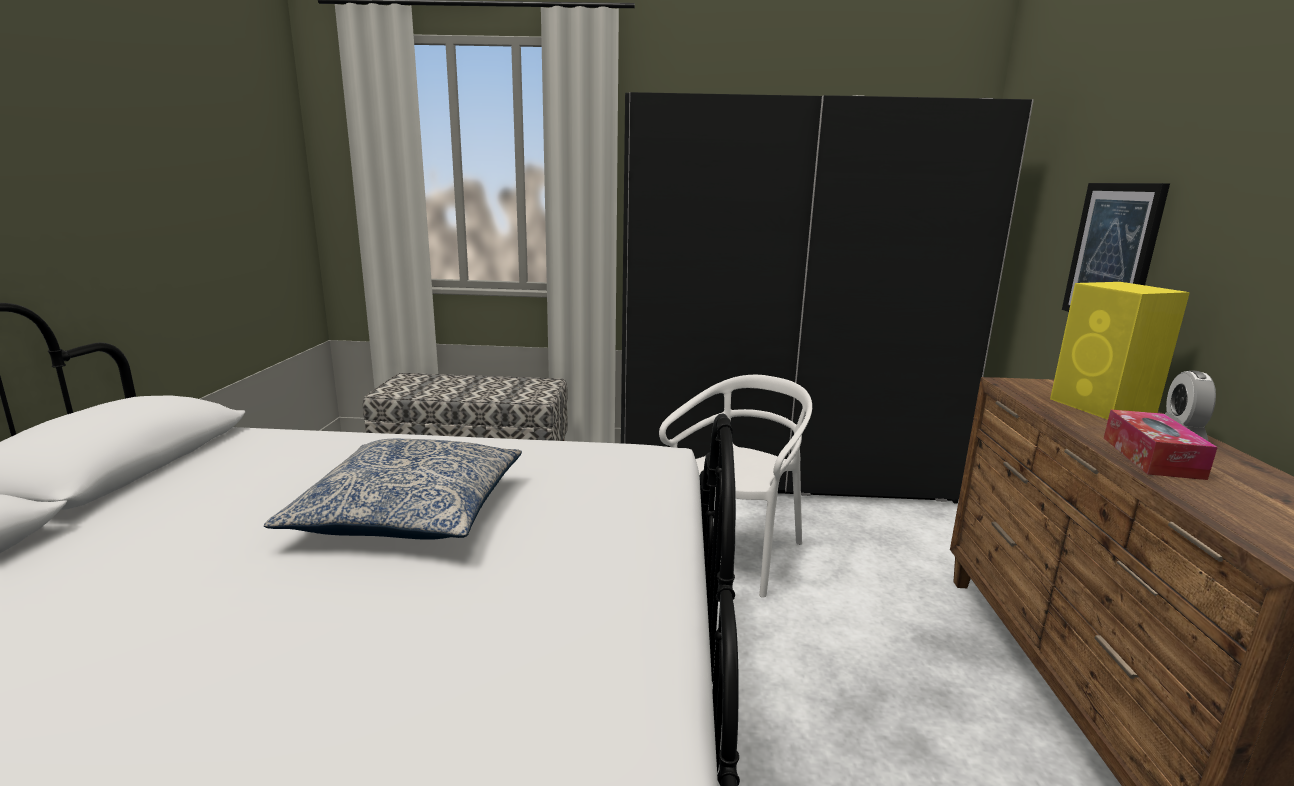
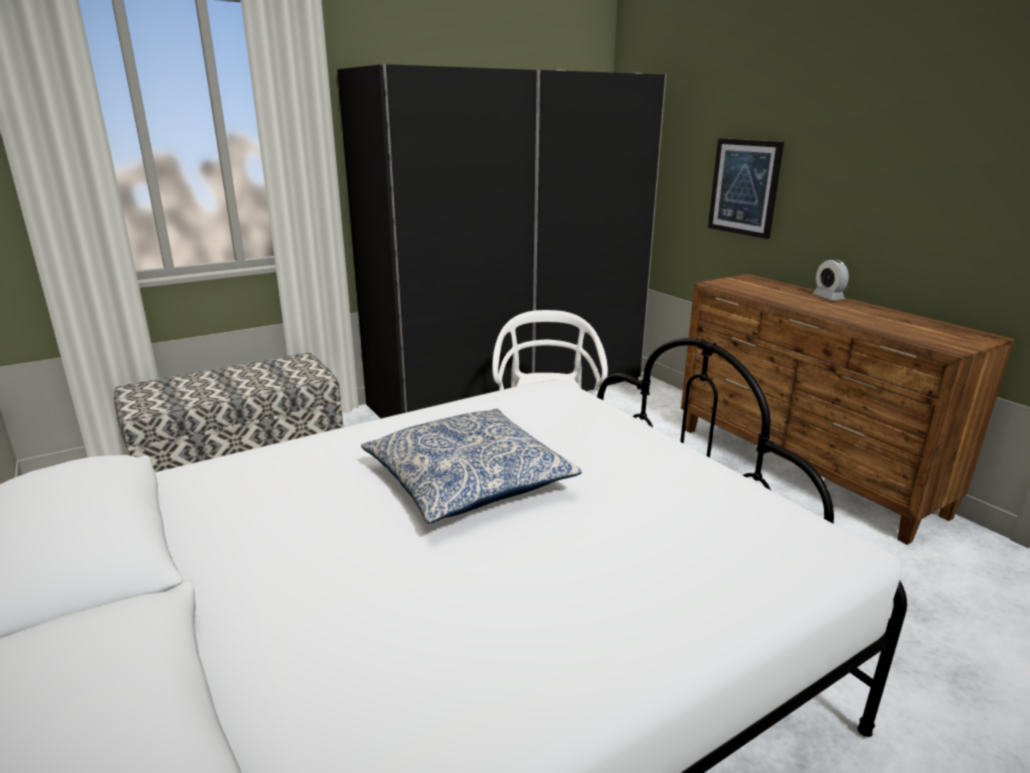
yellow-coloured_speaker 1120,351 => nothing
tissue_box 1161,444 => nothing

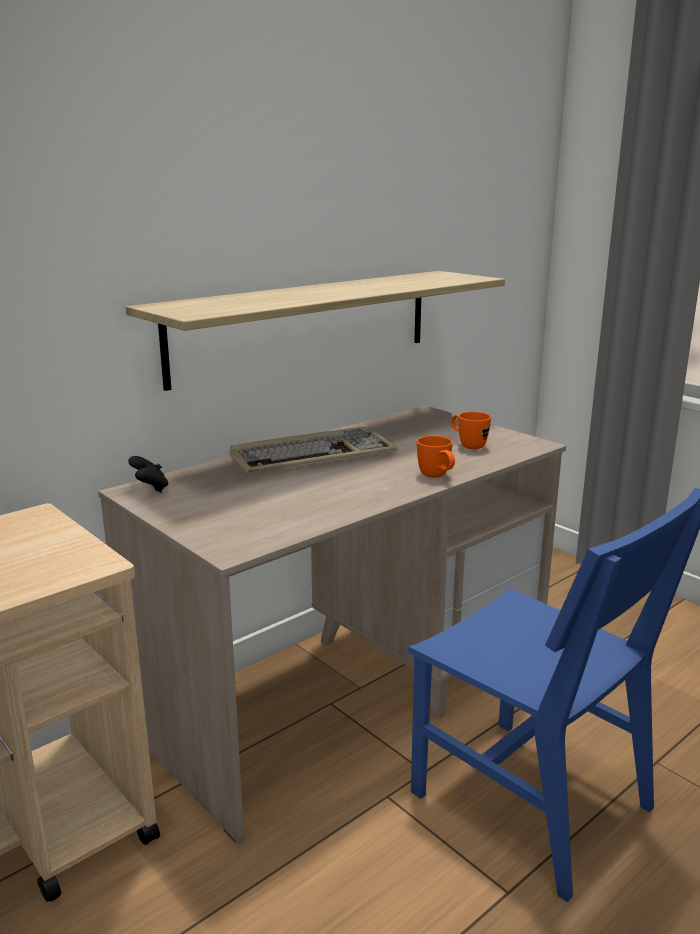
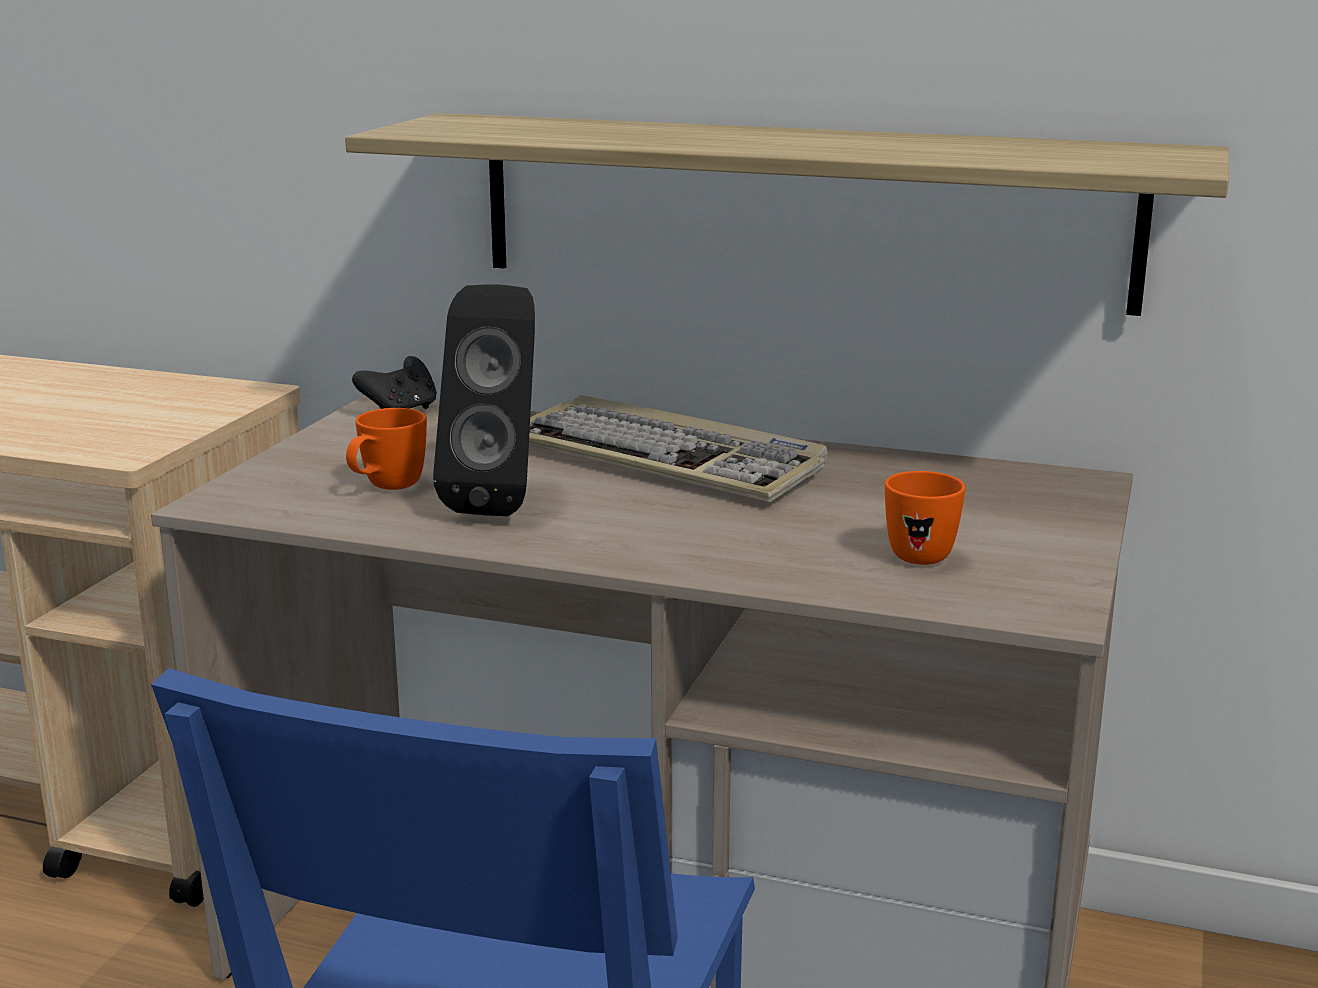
nothing => black-coloured_speaker 484,400
orange_mug 436,457 => orange_mug 386,449, moved

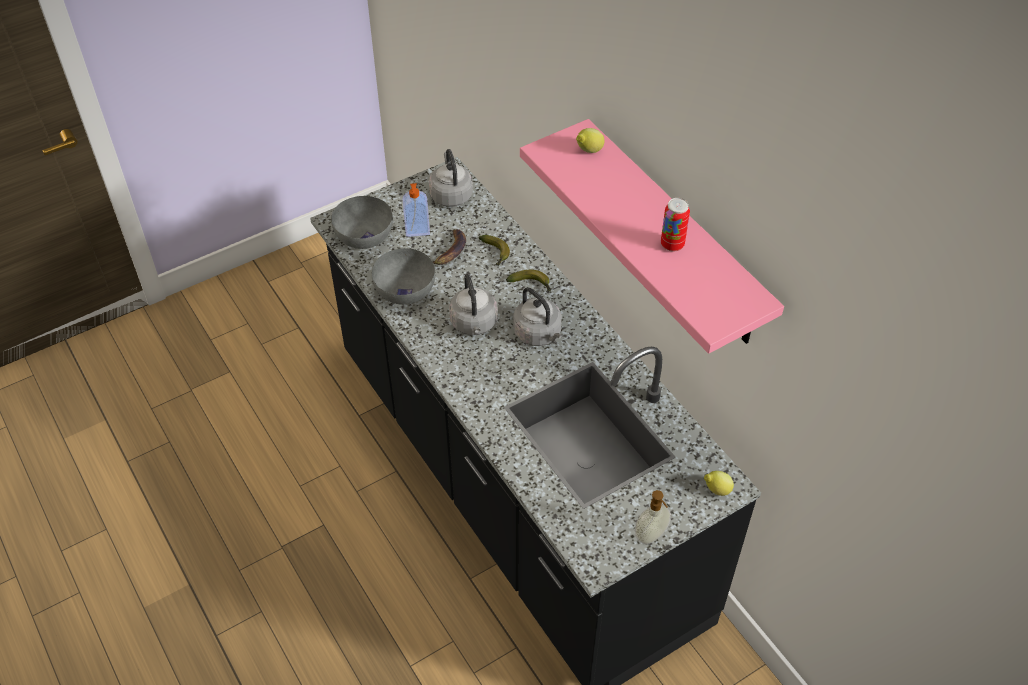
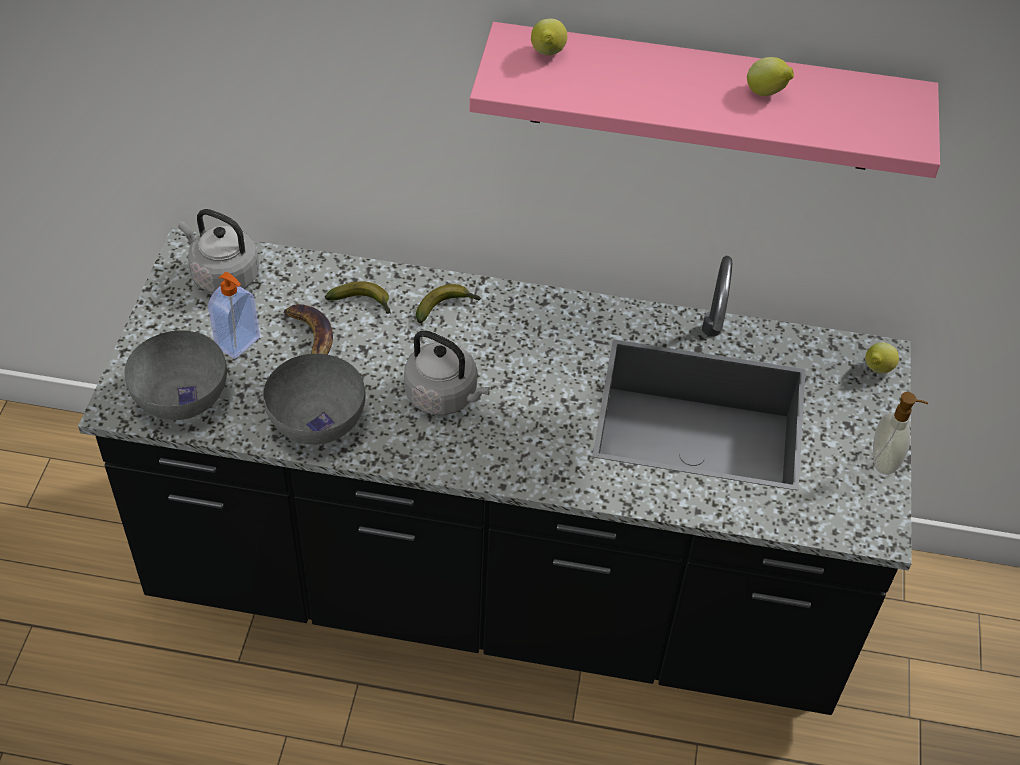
grey_water_kettle 538,316 => nothing
can 675,225 => whole_lemon 770,76

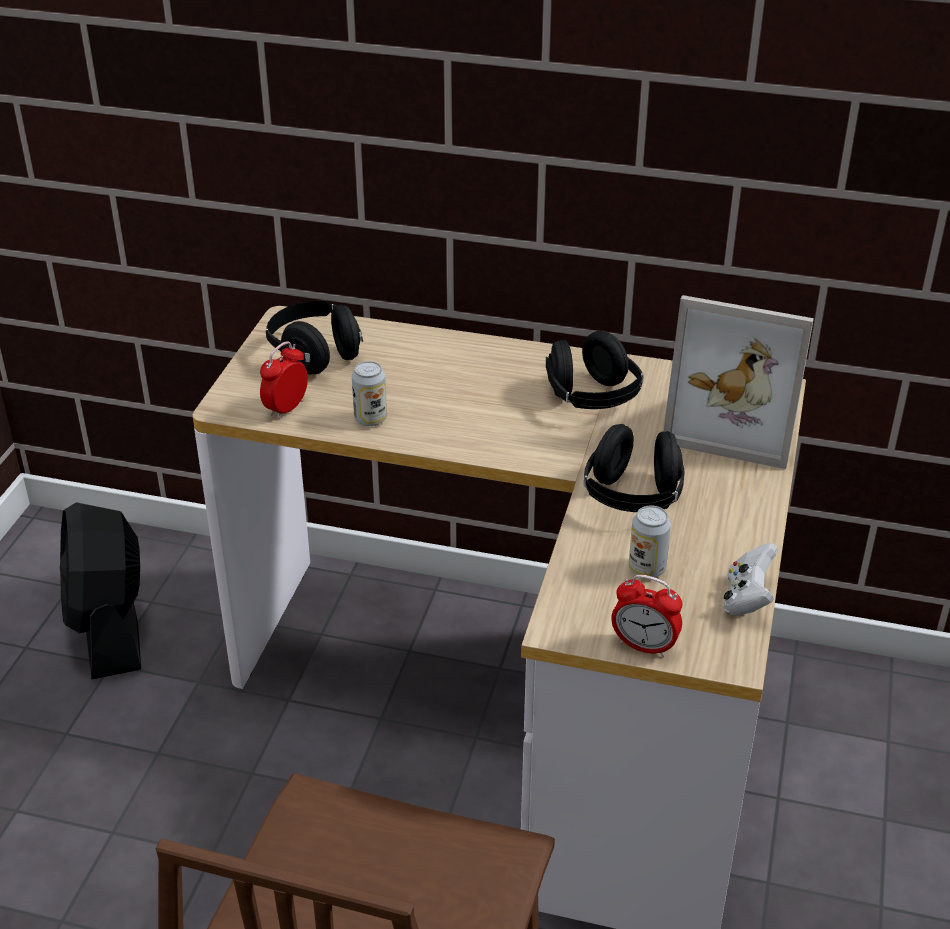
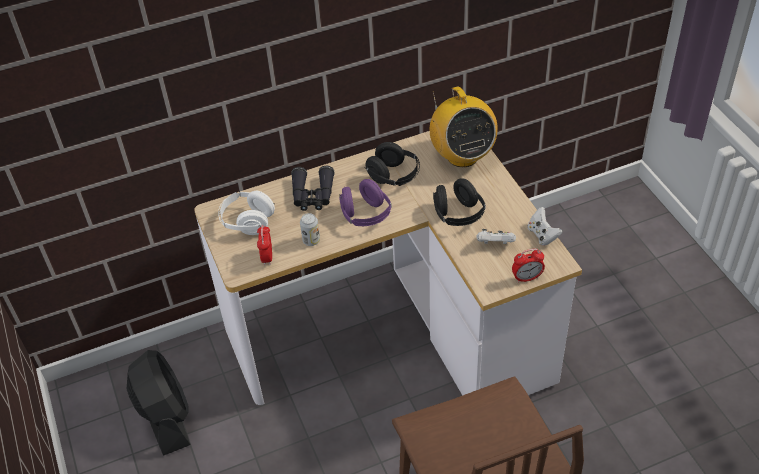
nothing => black-coloured_binoculars 313,188
nothing => purple_headset 365,202
can 650,541 => white_game_controller 496,236
standing_frame 738,382 => radio 464,127
black-coloured_headset 314,337 => white_headset 246,213
black-coloured_electric_fan 100,591 => black-coloured_electric_fan 159,403, 150 degrees counterclockwise

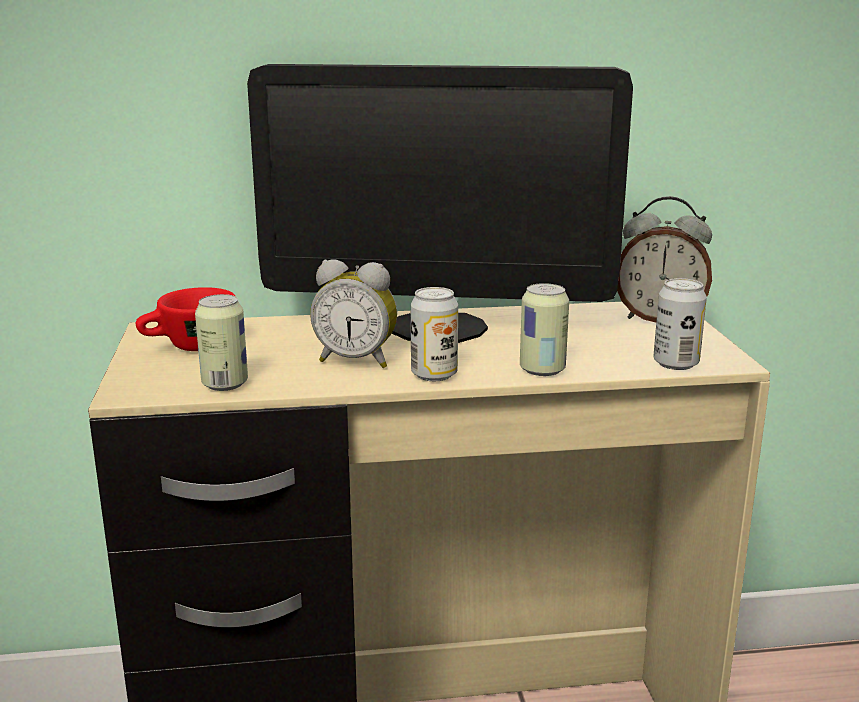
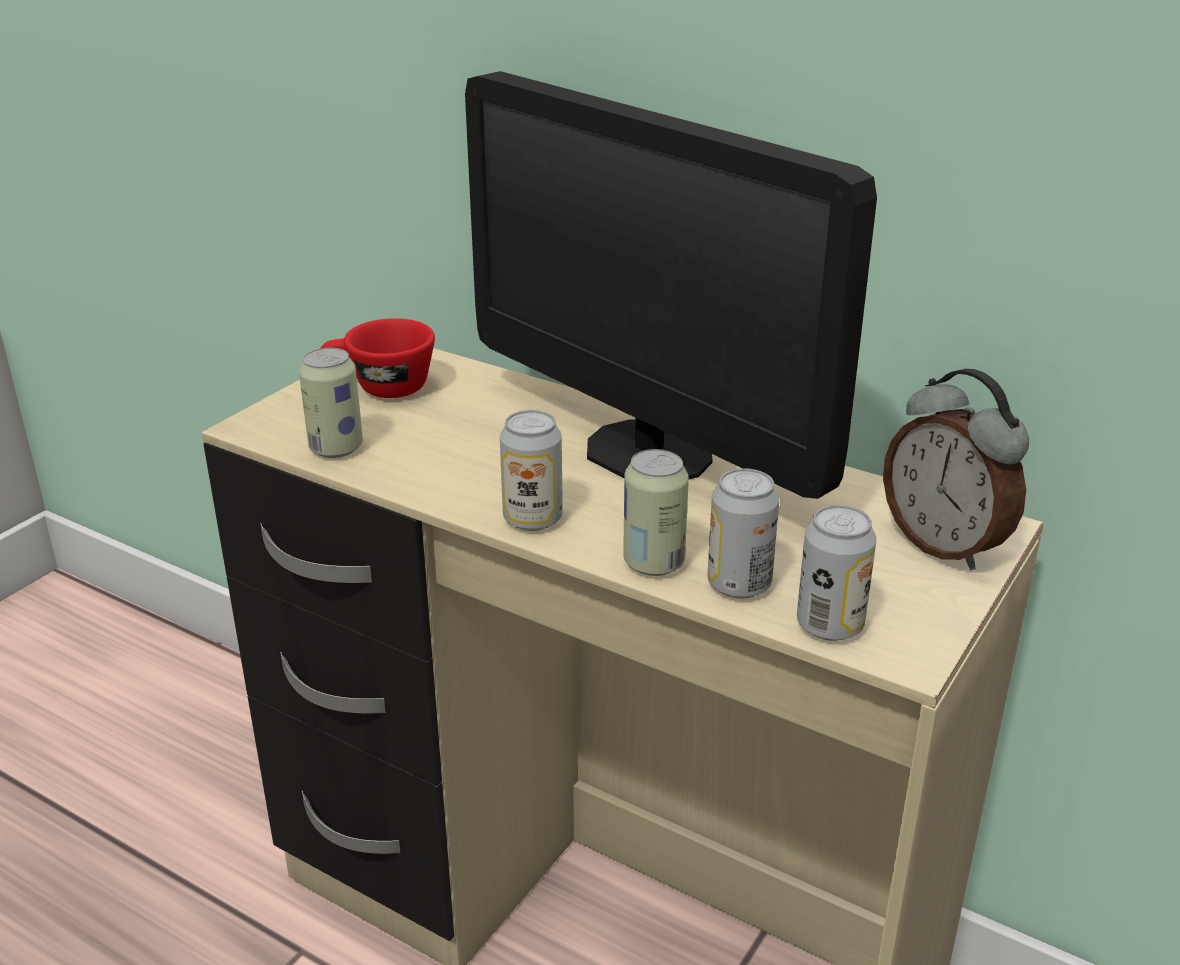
bedside_clock 353,314 => nothing
nothing => can 743,533

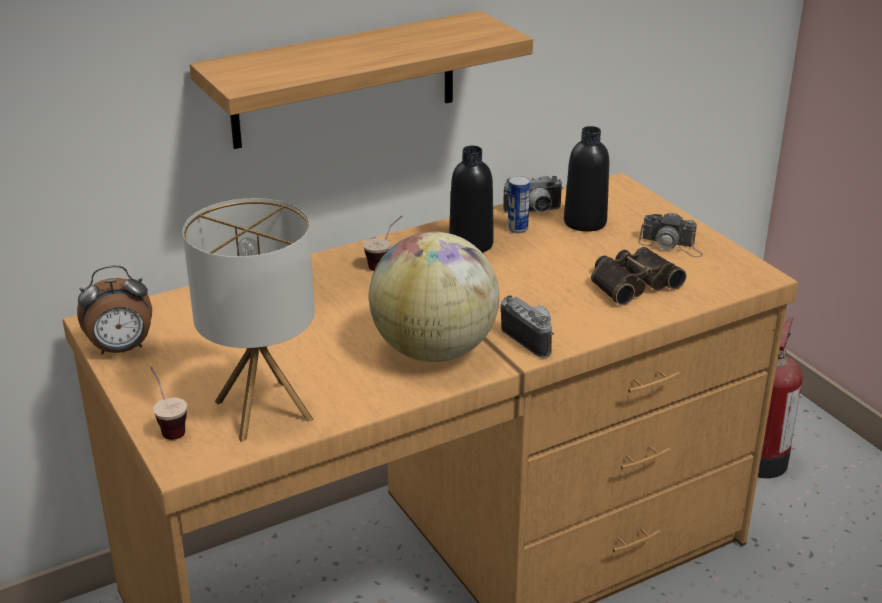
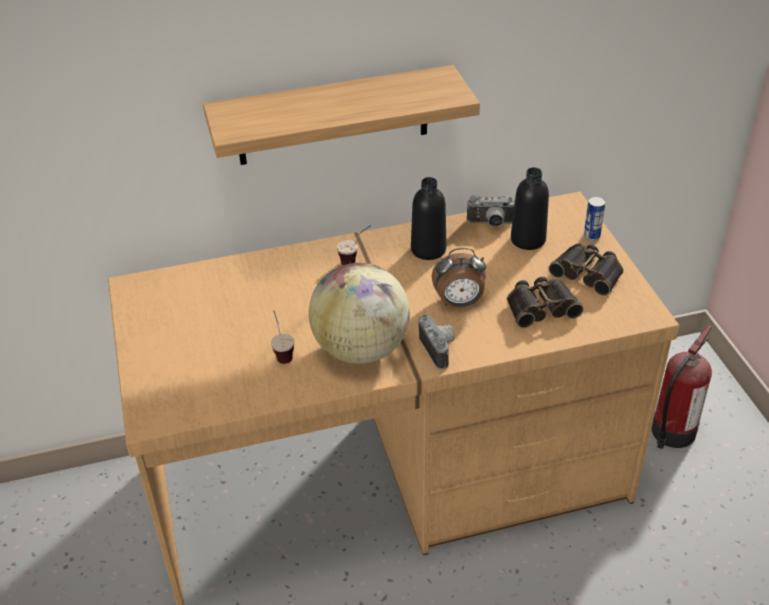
lamp_for_a_table 249,320 => nothing
bedside_clock 114,310 => bedside_clock 459,277, moved
drinking_cup 168,403 => drinking_cup 283,337, moved
can 519,204 => can 595,218, moved
photo_camera 670,234 => binoculars 585,269

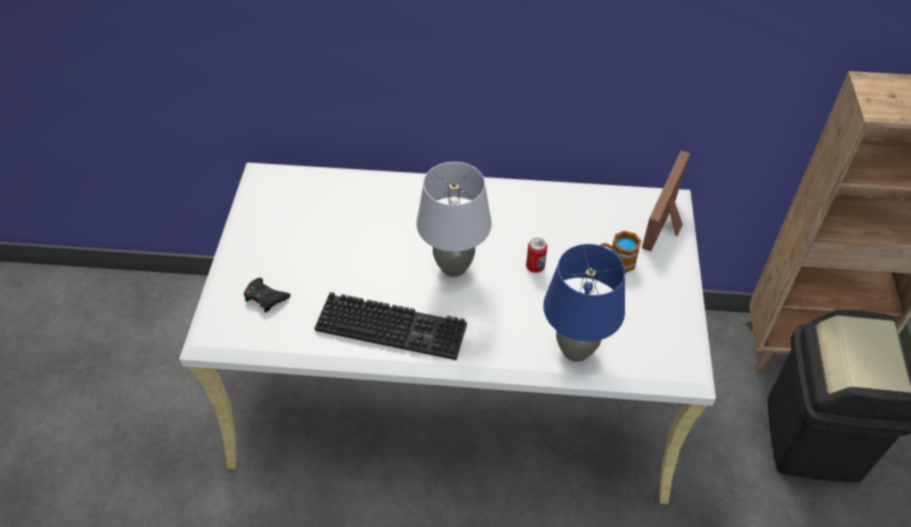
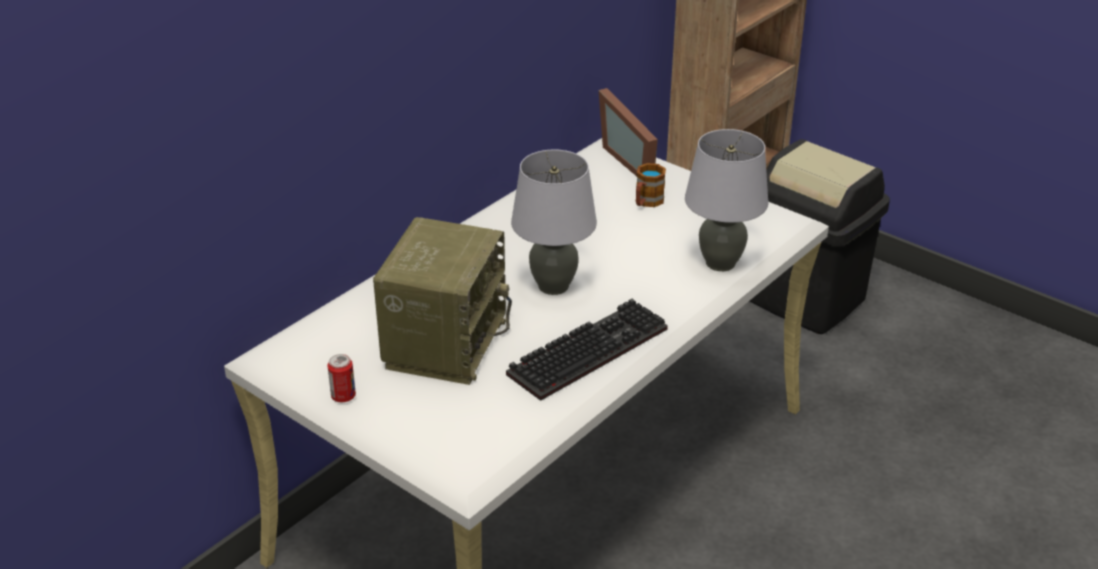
black-coloured_game_controller 267,295 => nothing
nothing => radio 442,301
can 536,255 => can 341,378, moved
bluish_lamp_for_a_table 584,303 => grey_lamp_for_a_table 727,200

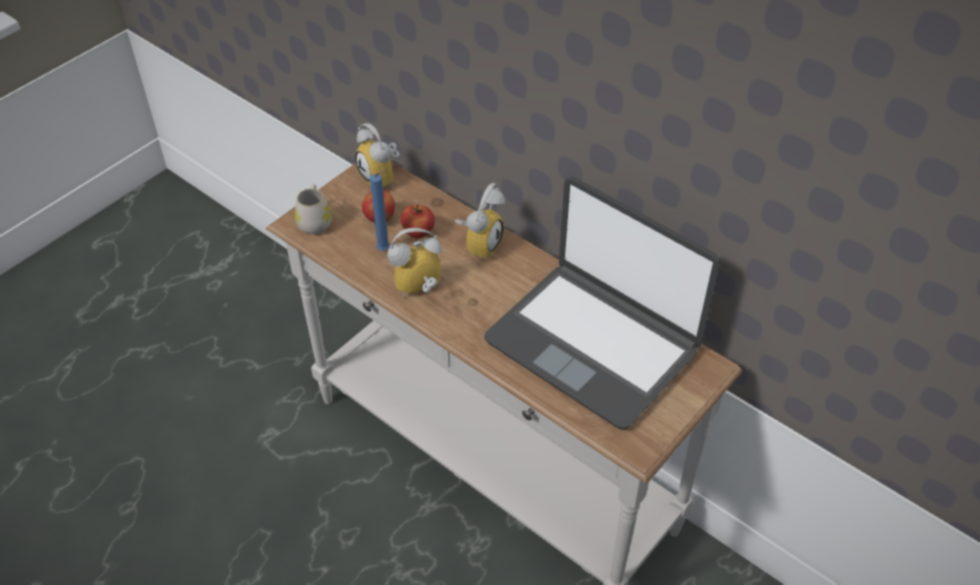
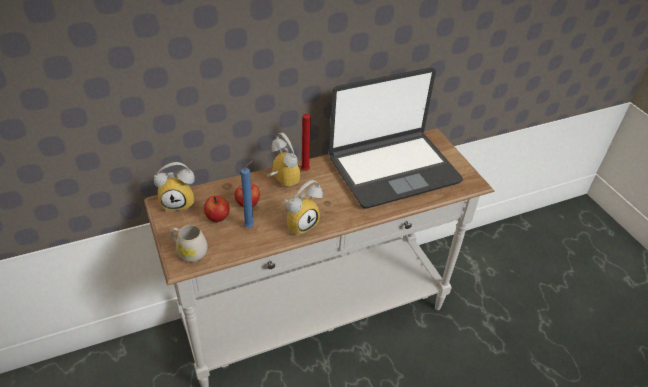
nothing => red-coloured_candle 304,140
bedside_clock 414,263 => bedside_clock 303,208, 135 degrees counterclockwise

